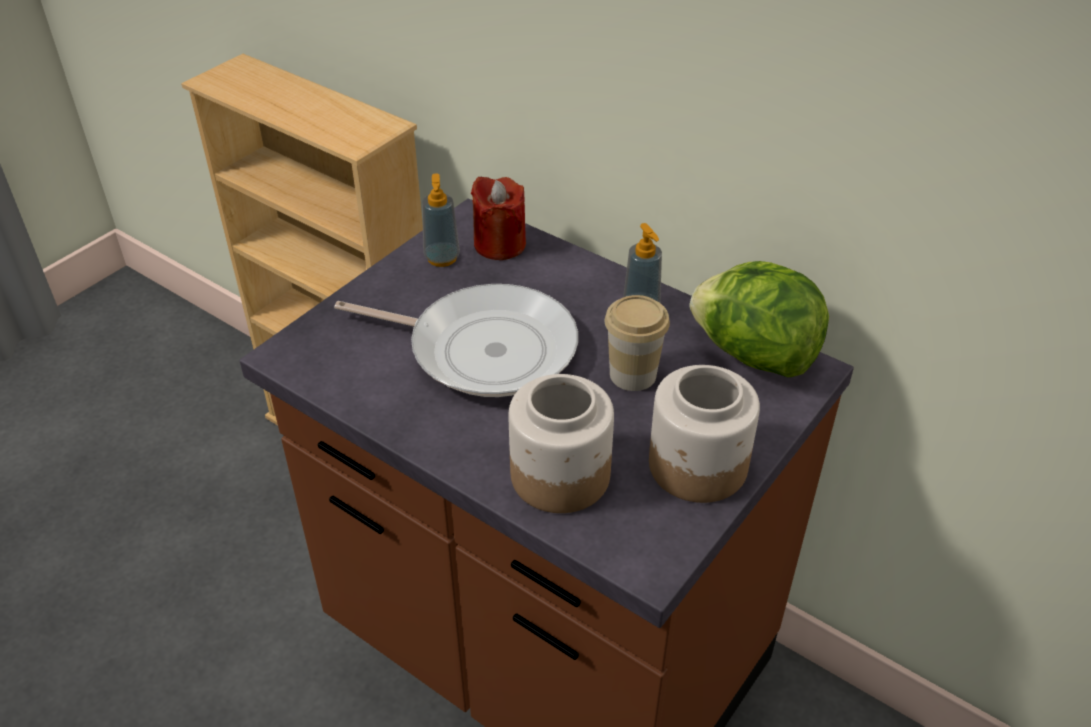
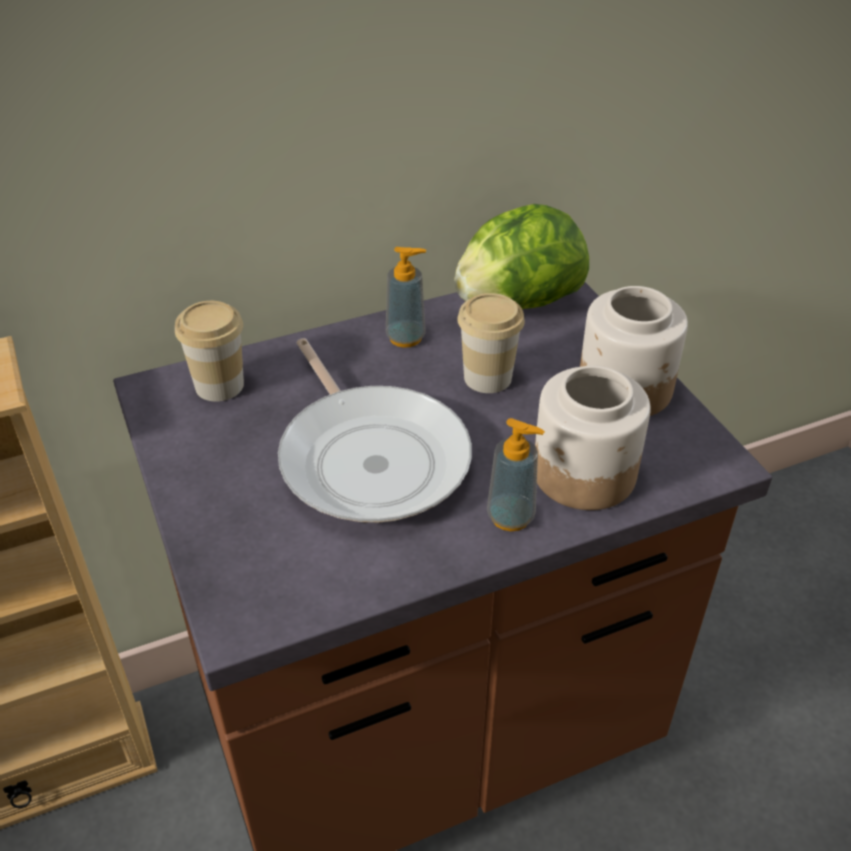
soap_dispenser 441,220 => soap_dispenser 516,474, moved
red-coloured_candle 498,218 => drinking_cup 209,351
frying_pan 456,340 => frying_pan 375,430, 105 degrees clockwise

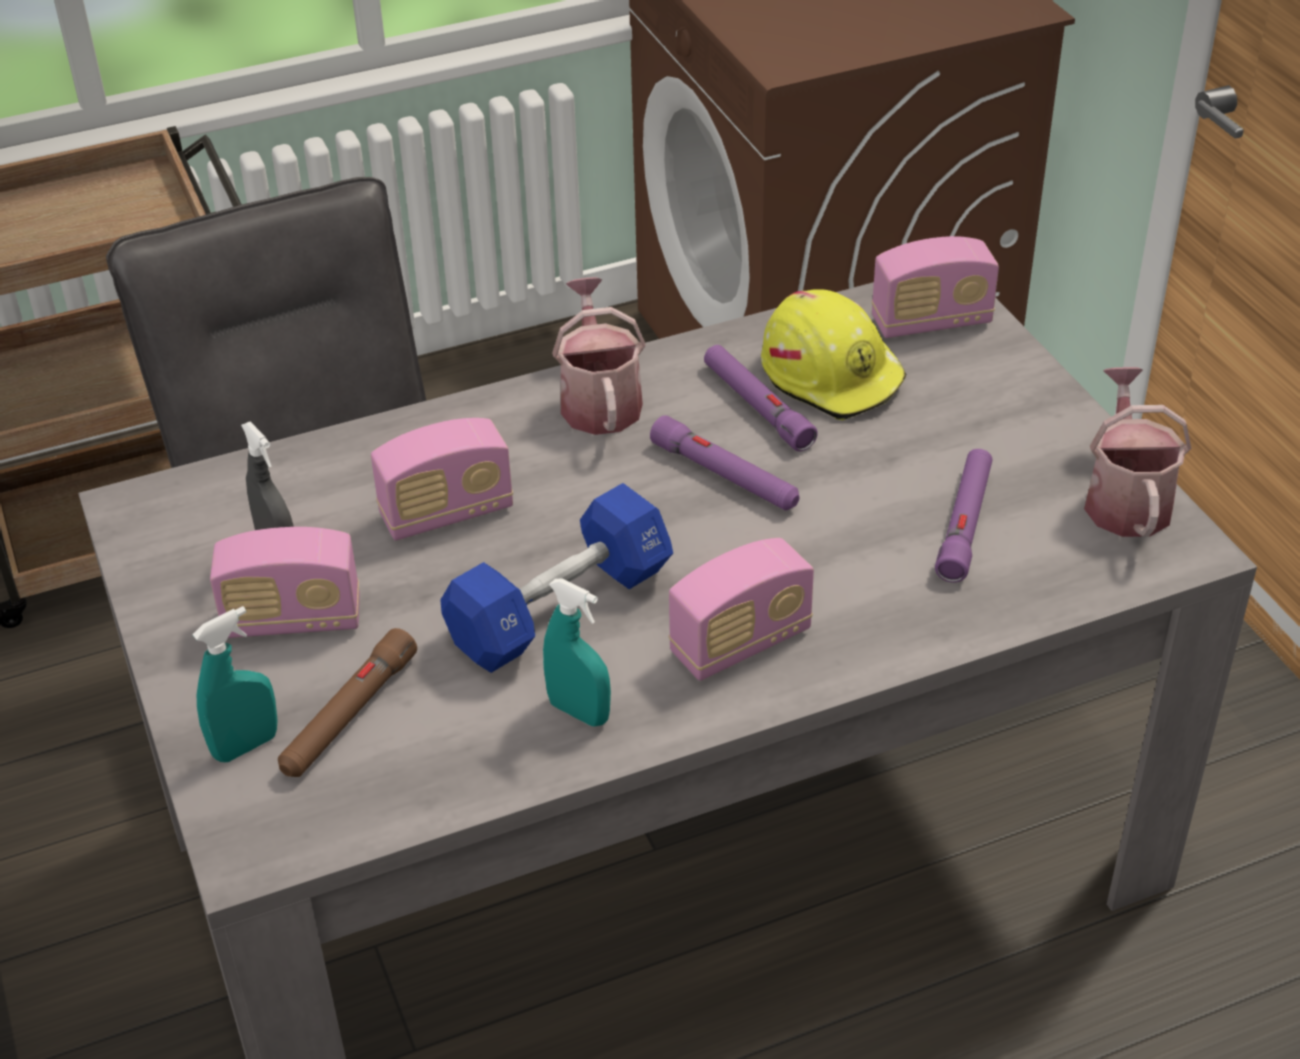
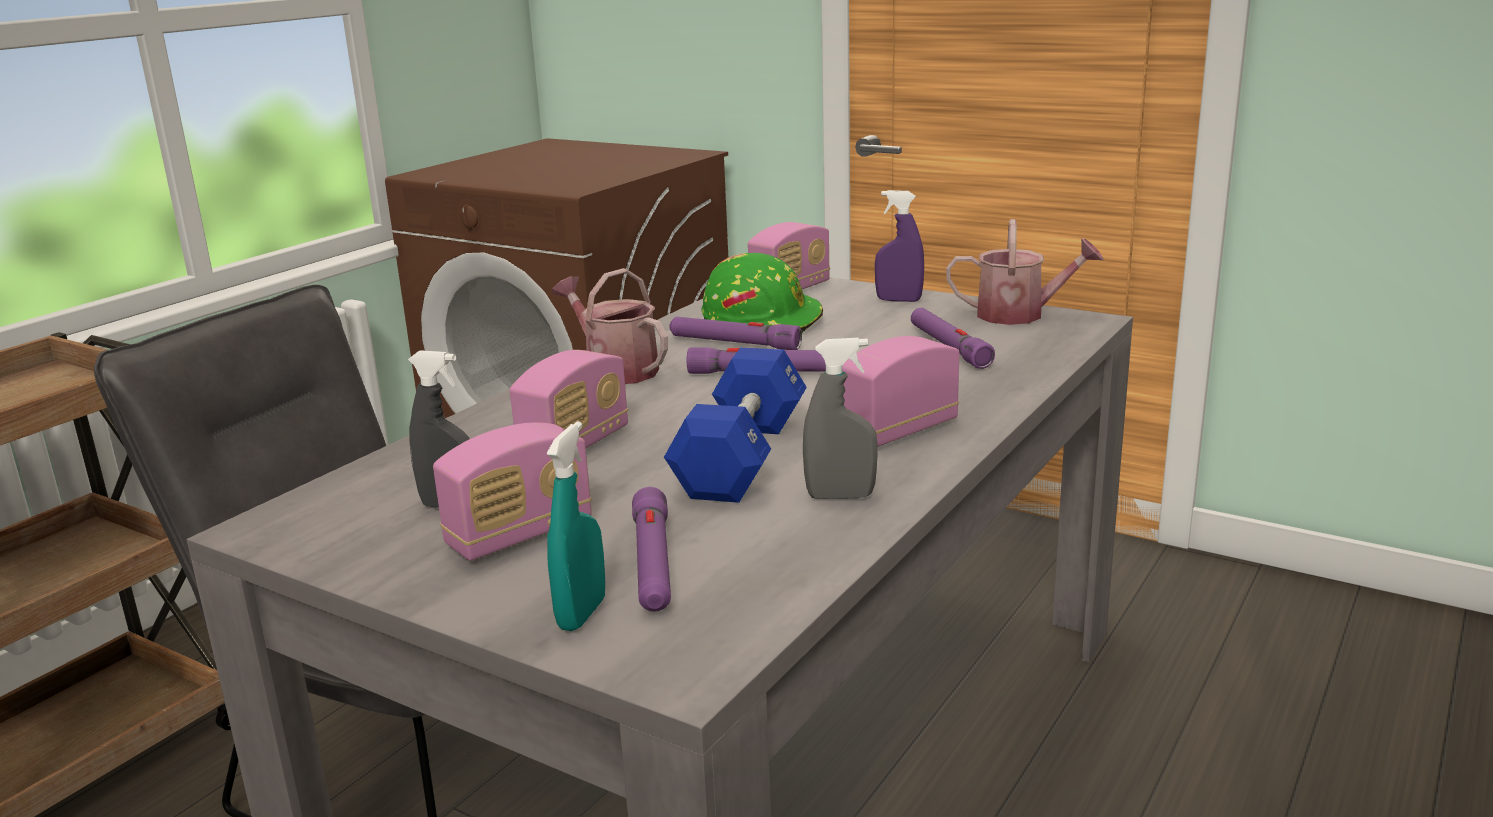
nothing => purple_hand_sprayer 899,246
brownish_flashlight 347,702 => purple_flashlight 651,549
turquoise_hand_sprayer 577,652 => grey_hand_sprayer 840,418
yellow-coloured_work_helmet 833,354 => greenish_work_helmet 762,293
radio 741,609 => radio 900,391, 150 degrees counterclockwise
watering_can 1137,452 => watering_can 1025,272, 135 degrees clockwise

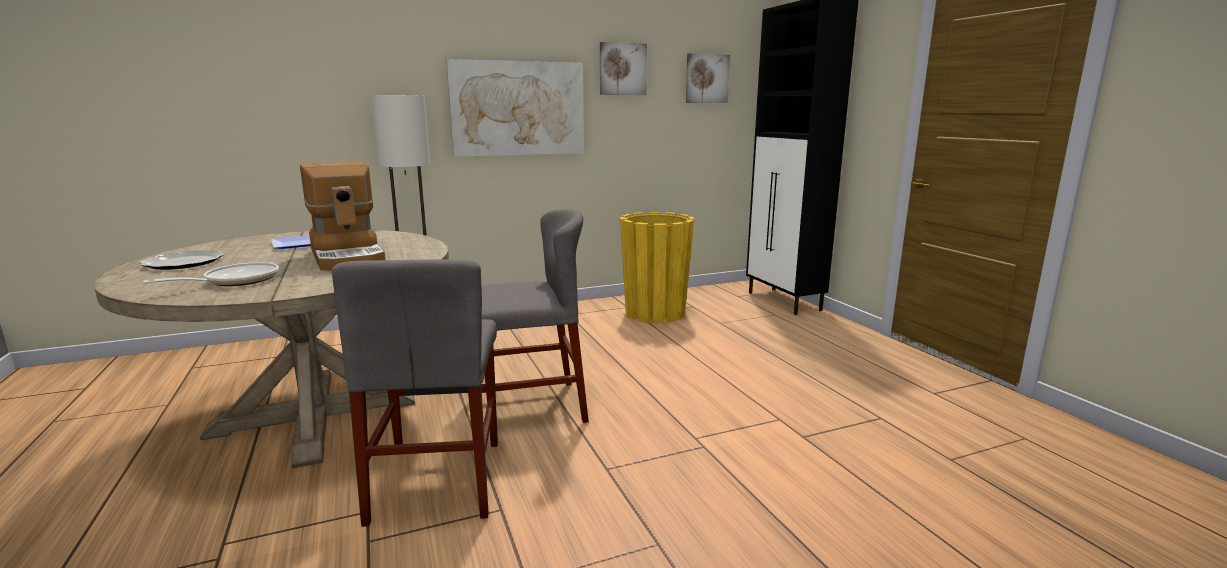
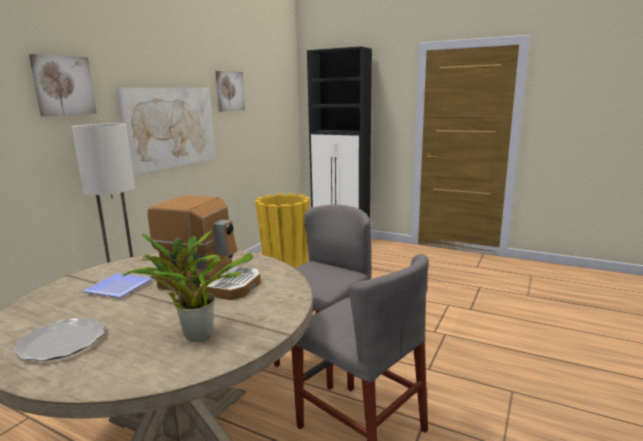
picture 708,78 => picture 63,85, moved
frying_pan 210,274 => houseplant 187,286

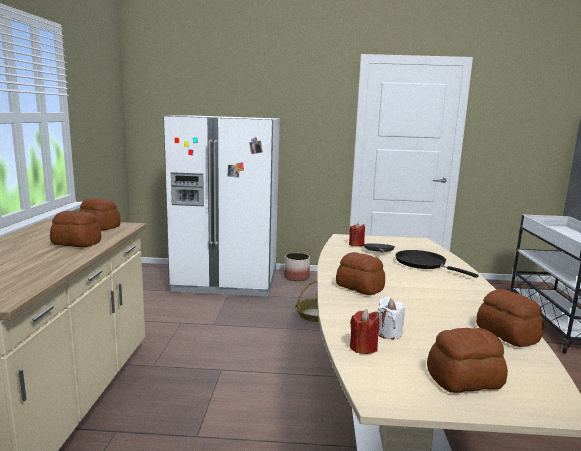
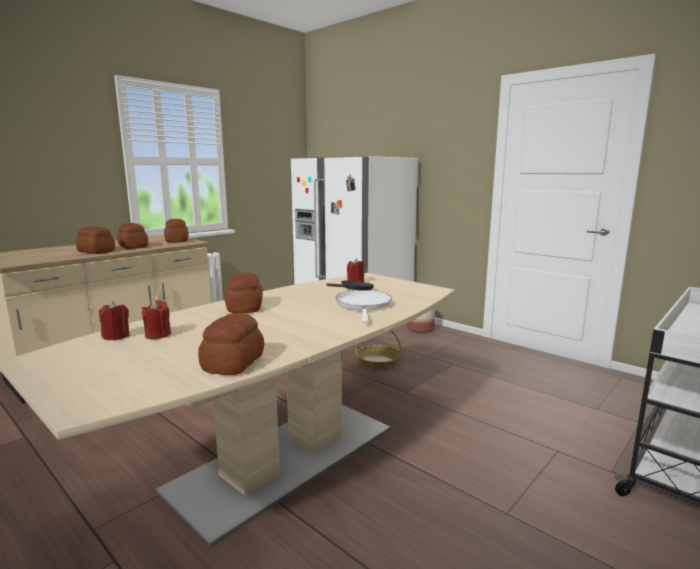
bread 467,360 => bread 95,240, moved
white_candle 391,318 => red-coloured_candle 156,319
black-coloured_frying_pan 437,264 => white_frying_pan 363,306

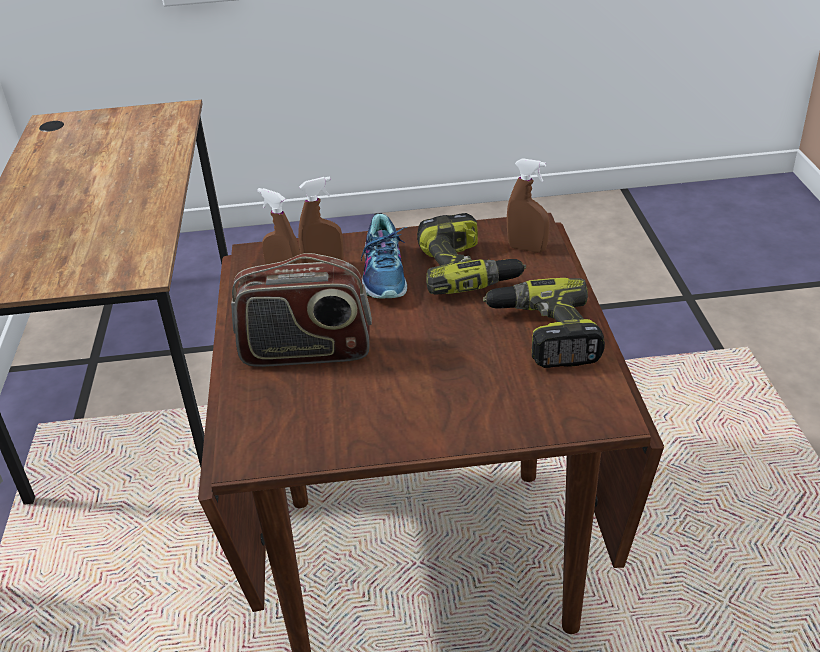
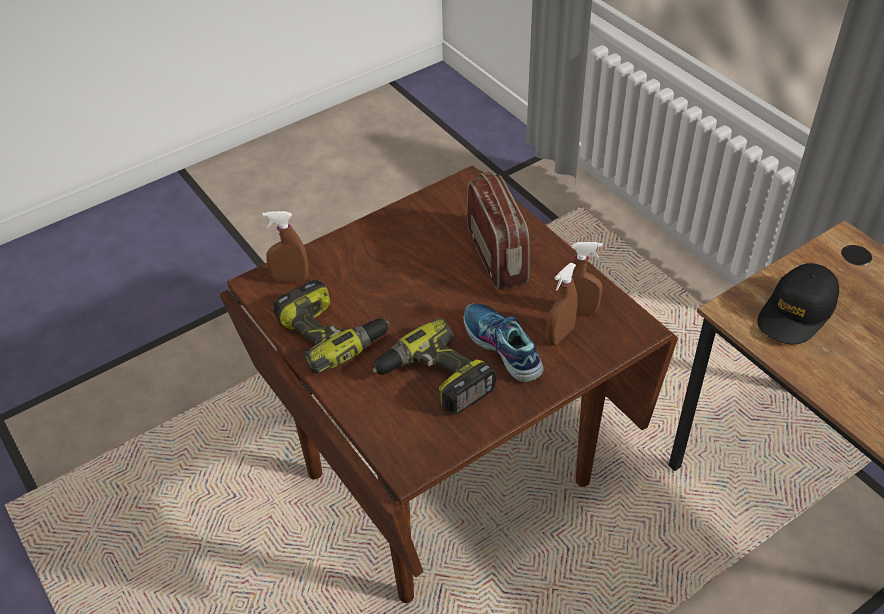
nothing => black-coloured_cap 798,303
brownish_hand_sprayer 528,205 => brownish_hand_sprayer 286,247, moved
radio 301,310 => radio 498,230, 105 degrees clockwise

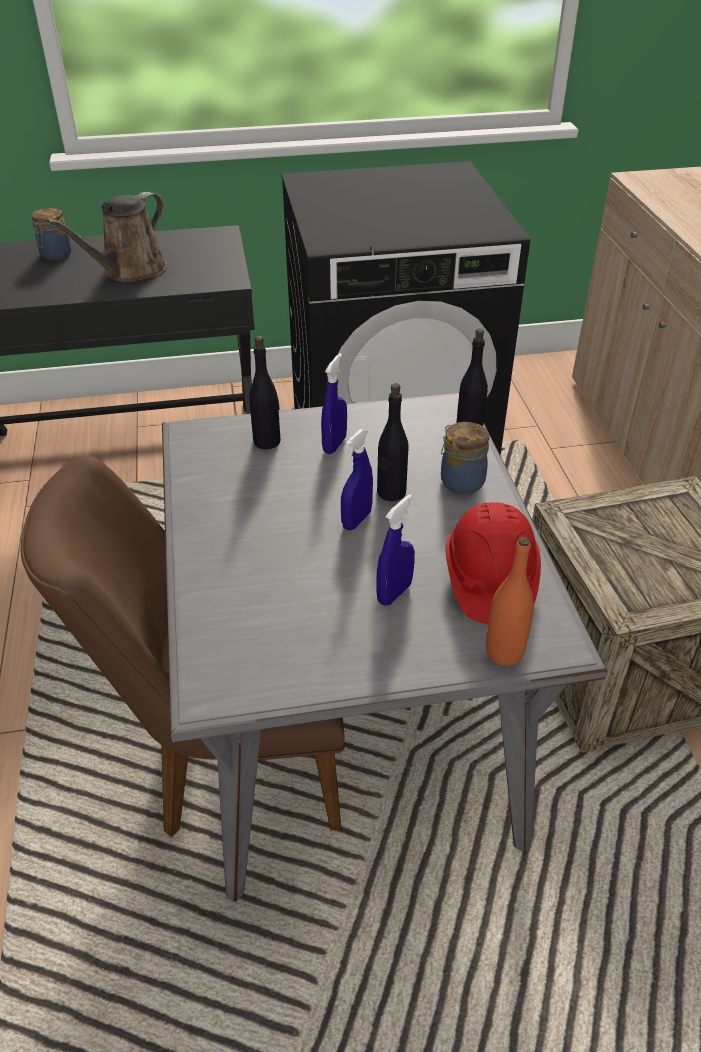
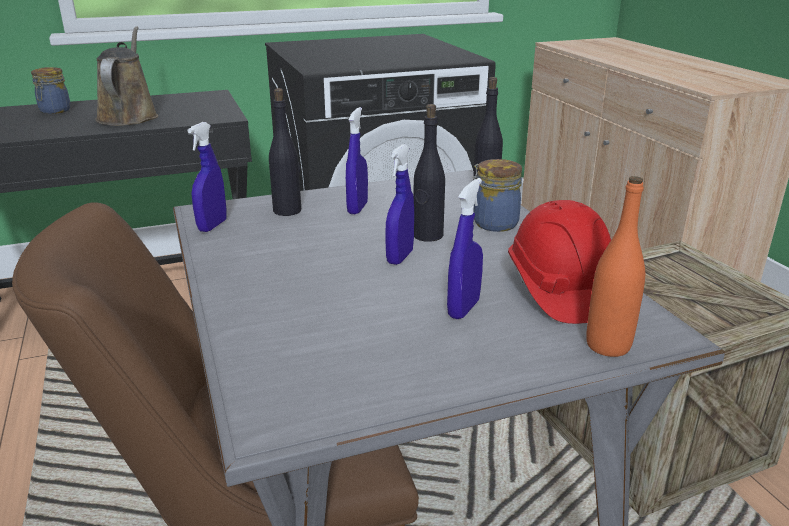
nothing => bluish_hand_sprayer 207,177
brownish_watering_can 107,237 => brownish_watering_can 126,76, 150 degrees clockwise

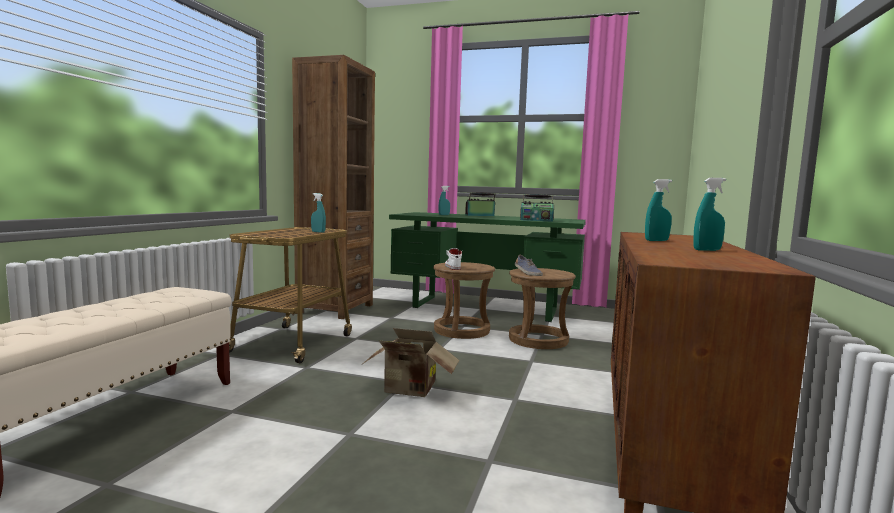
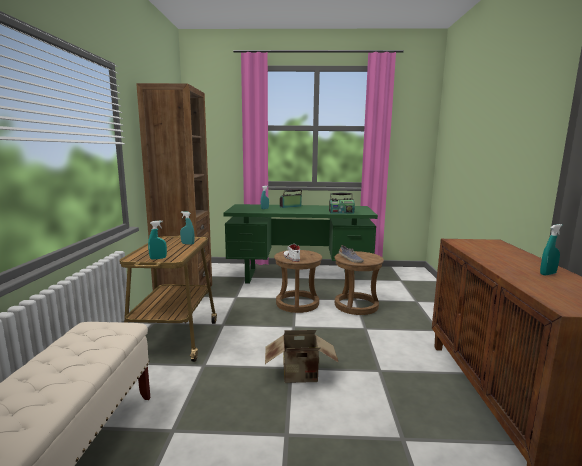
turquoise_hand_sprayer 658,210 => turquoise_hand_sprayer 157,240, moved

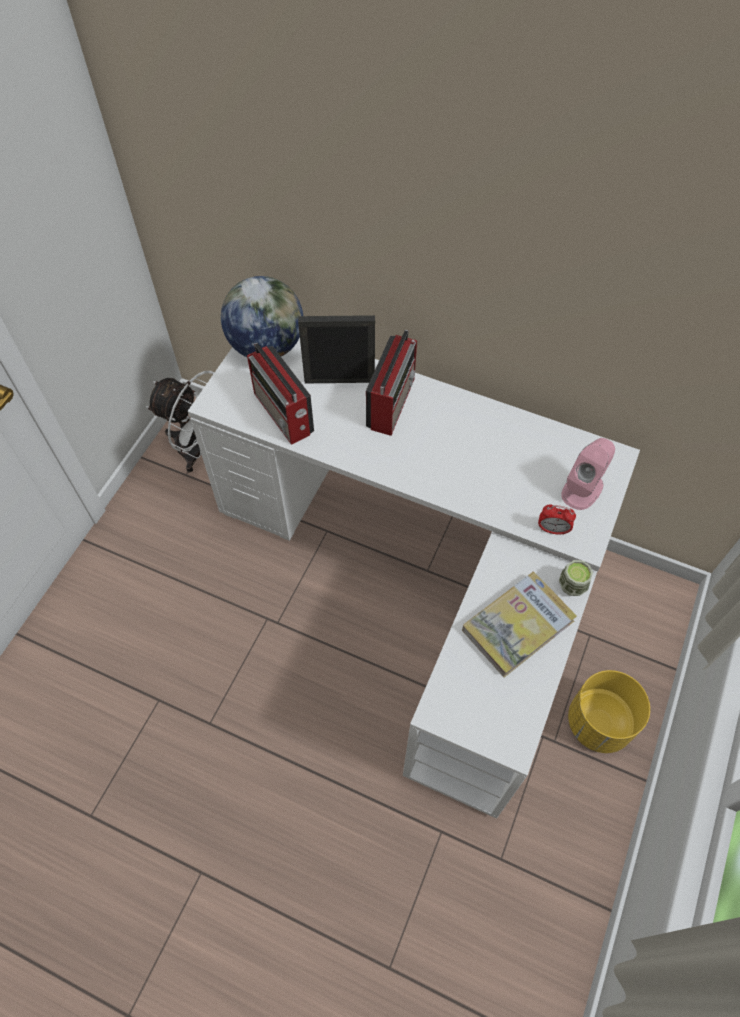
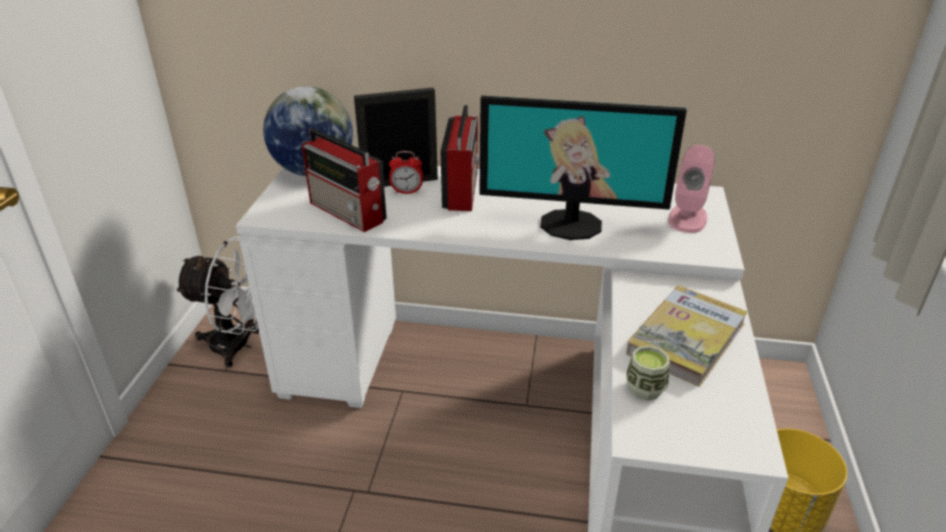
nothing => monitor 583,168
bedside_clock 557,519 => bedside_clock 406,172, moved
drinking_cup 576,578 => drinking_cup 648,373, moved

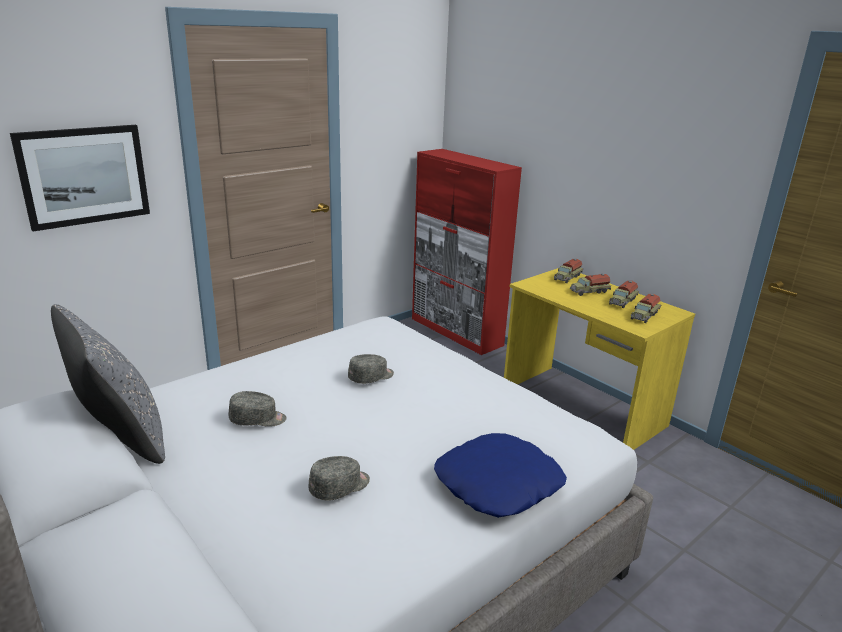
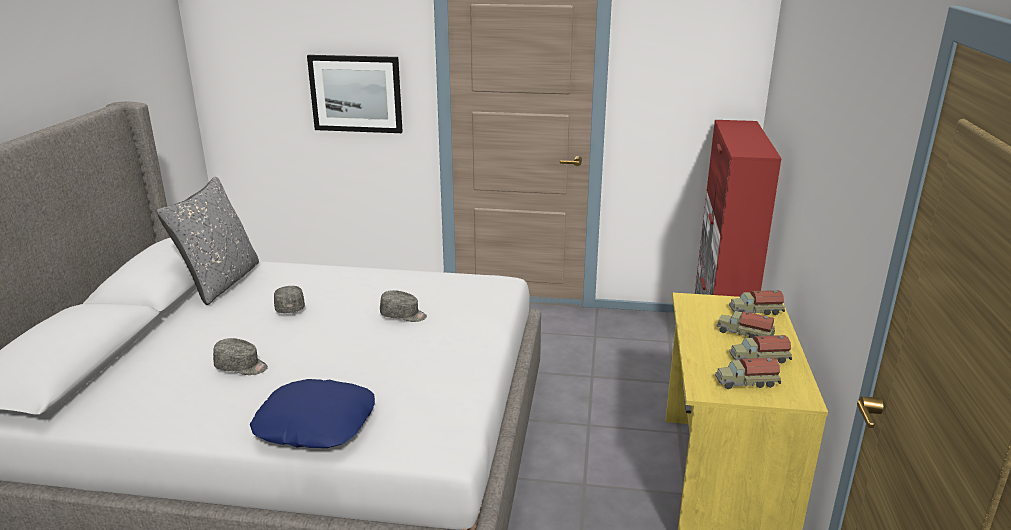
grey_cap 257,409 => grey_cap 289,299, 150 degrees counterclockwise

